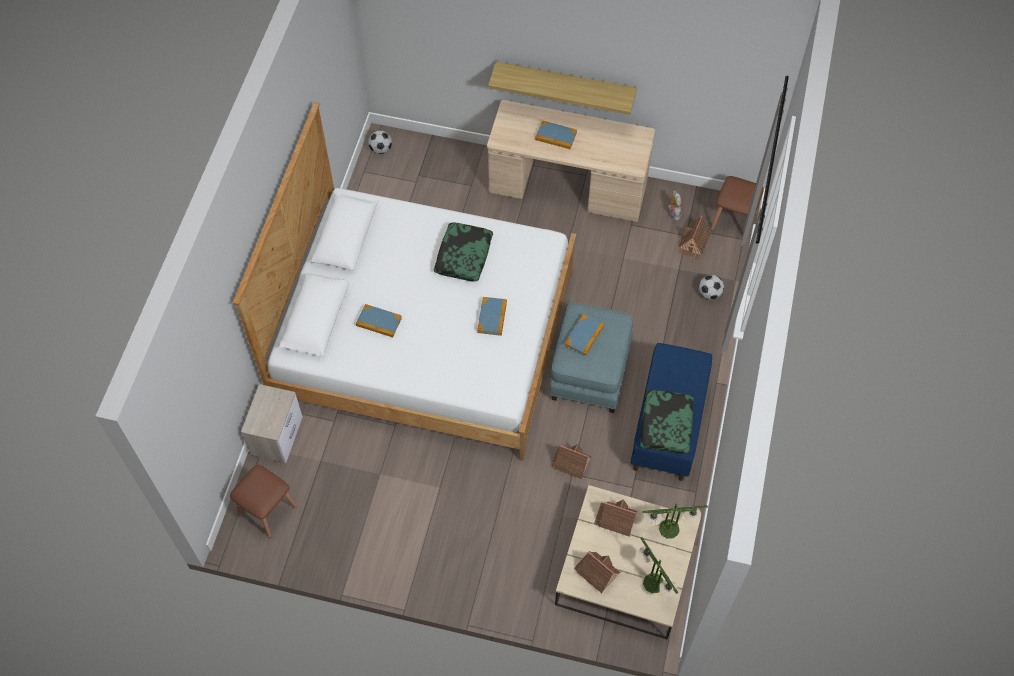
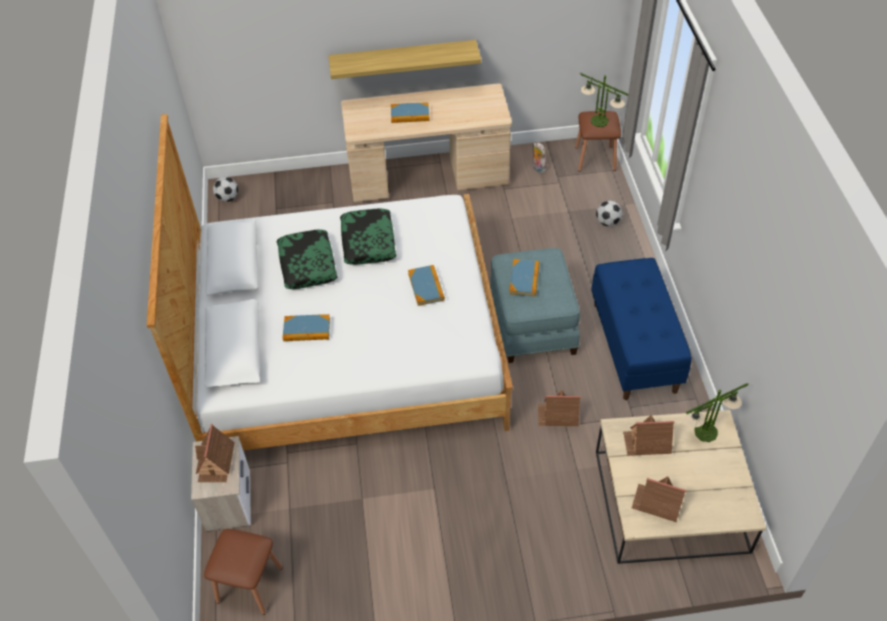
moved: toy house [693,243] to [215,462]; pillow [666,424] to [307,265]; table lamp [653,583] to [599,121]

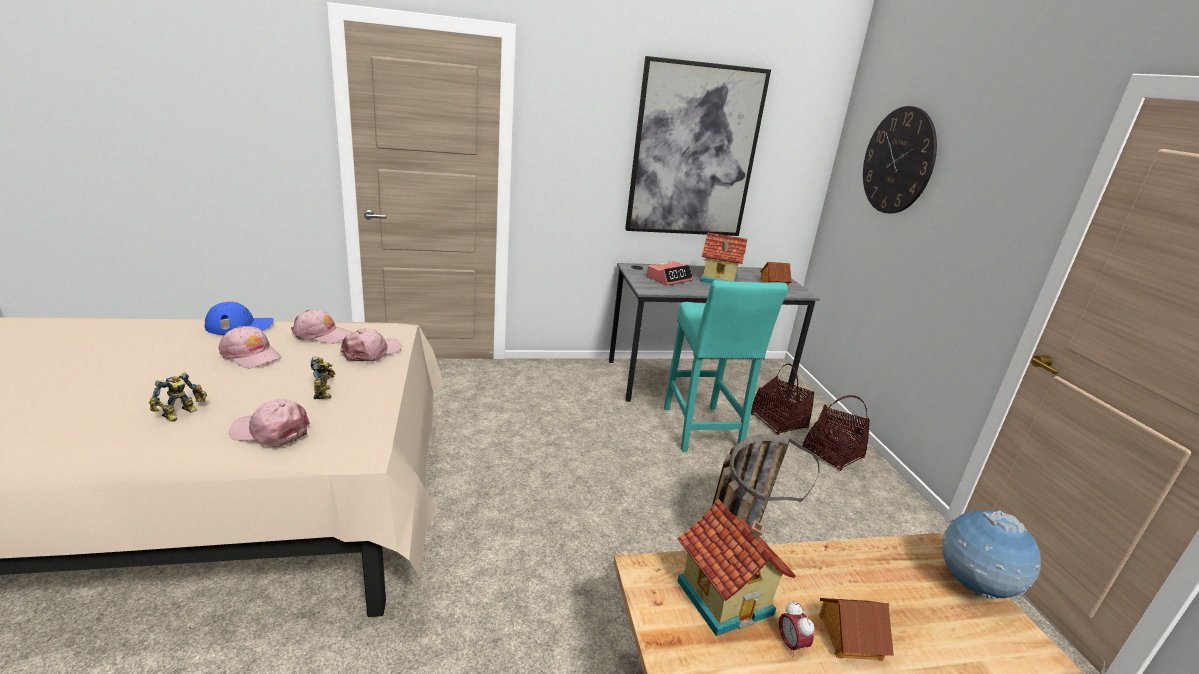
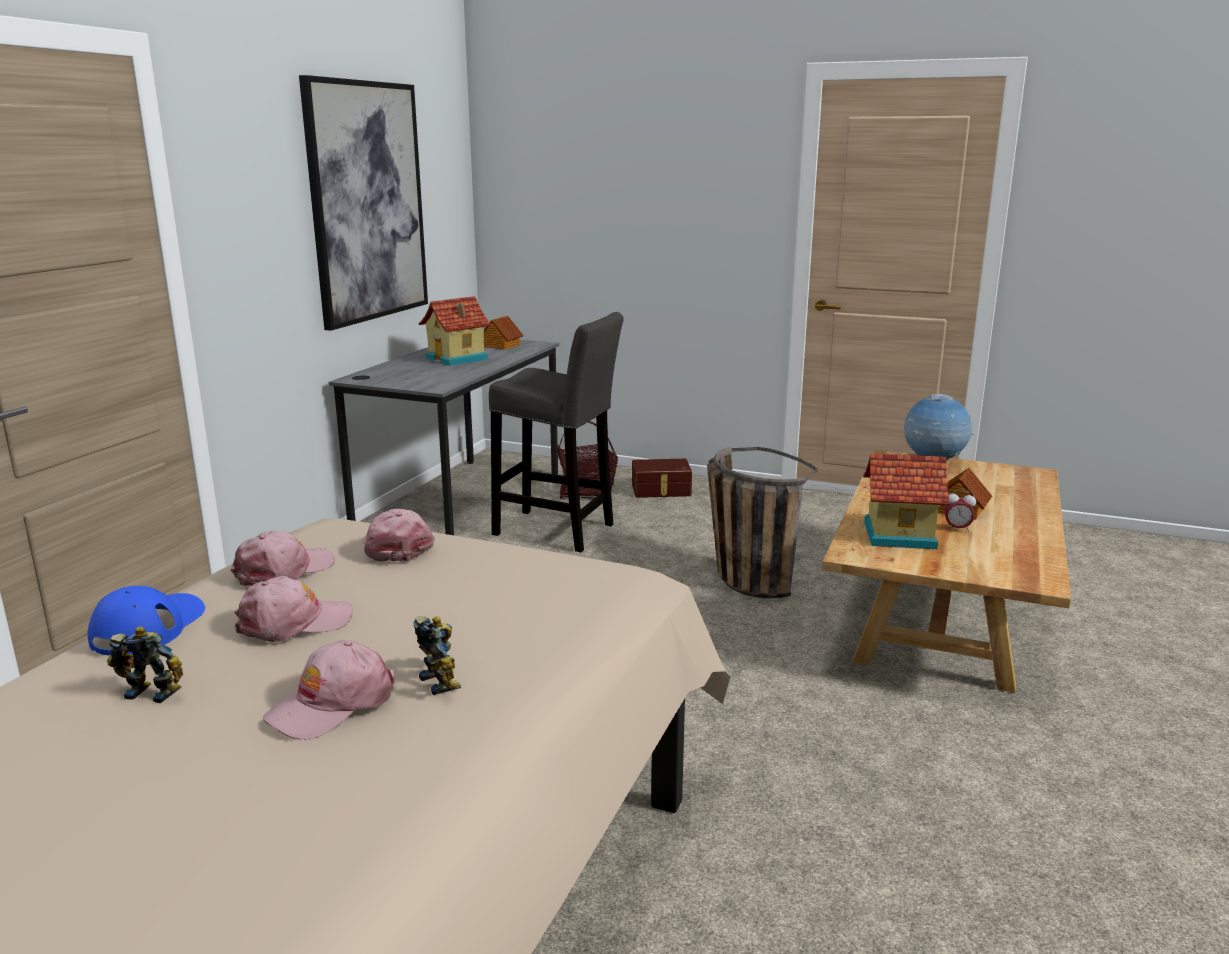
removed: wall clock [898,161]; alarm clock [669,279]
moved: toy robot [325,392] to [154,691]; cap (pink) [271,431] to [332,704]
replaced: basket [833,454] to storage box (brown) [661,490]
recoloured: stool (turquoise) [701,431] to stool (grey) [559,531]

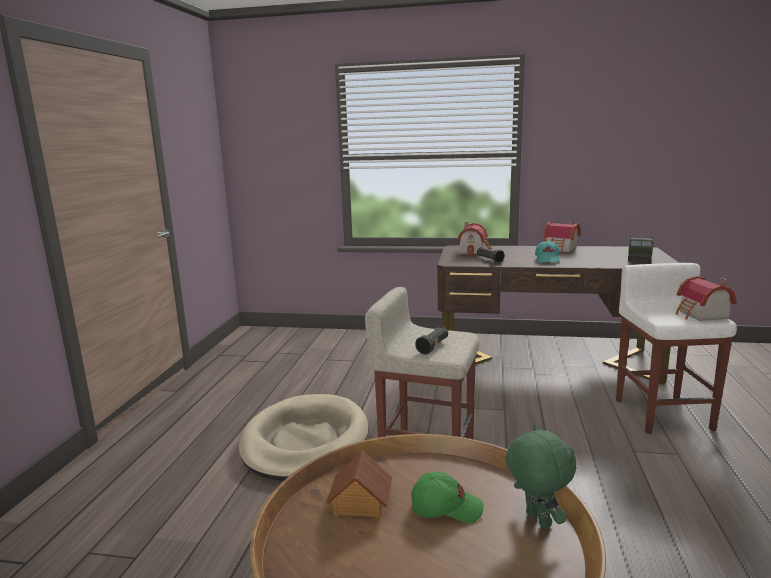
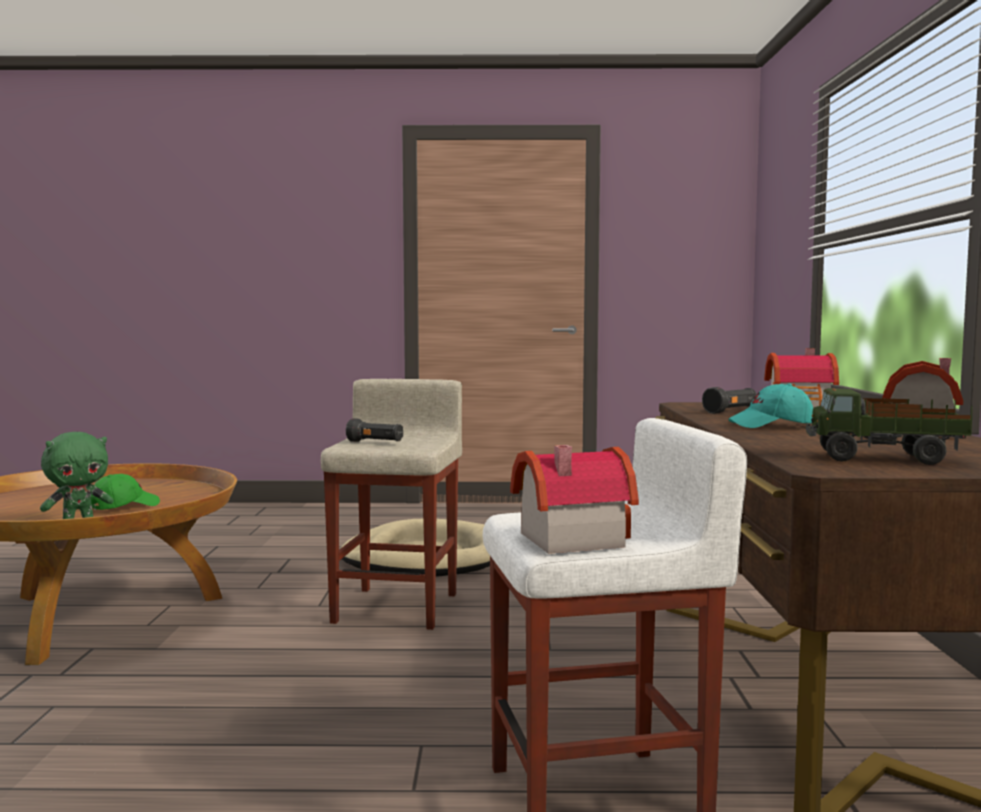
removed: toy house [360,503]
turned: cap (green) [446,508] = [124,506] 135 degrees counterclockwise

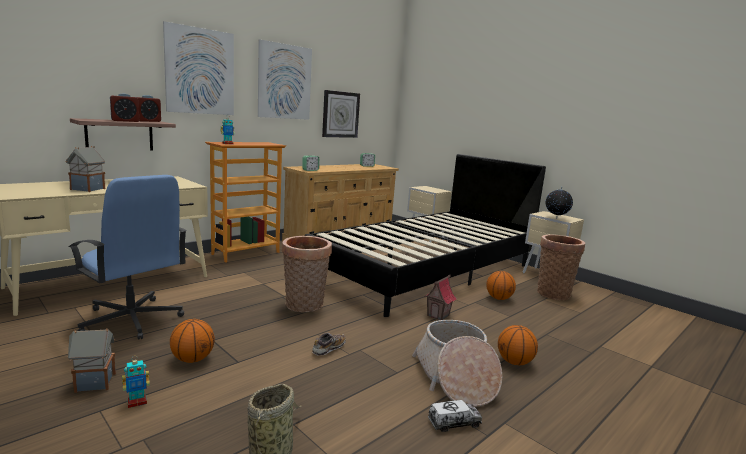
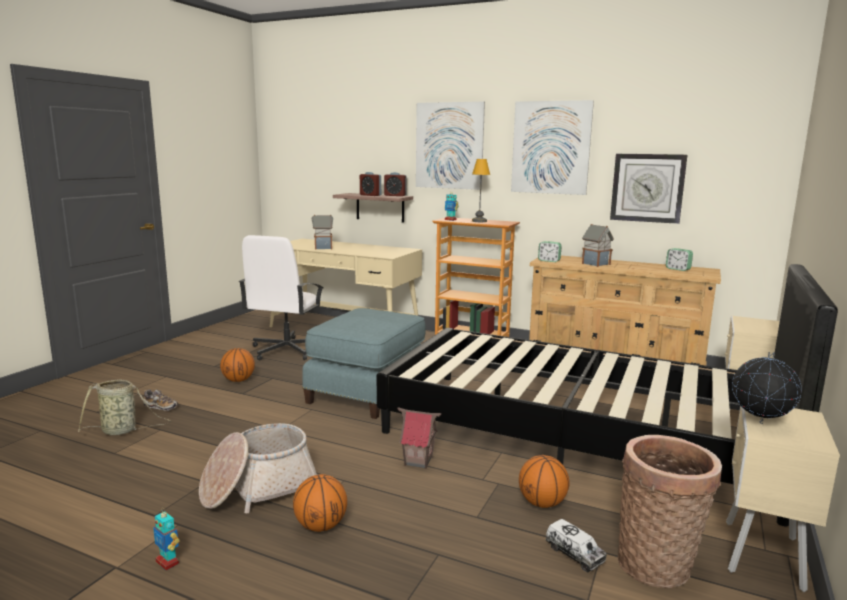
added: table lamp [479,221]
moved: toy house [94,383] to [595,264]; shoe [328,349] to [161,407]; toy robot [137,402] to [168,562]; toy truck [454,423] to [574,554]
replaced: basket [304,306] to ottoman (blue) [368,392]
recoloured: office chair (blue) [131,320] to office chair (white) [286,350]

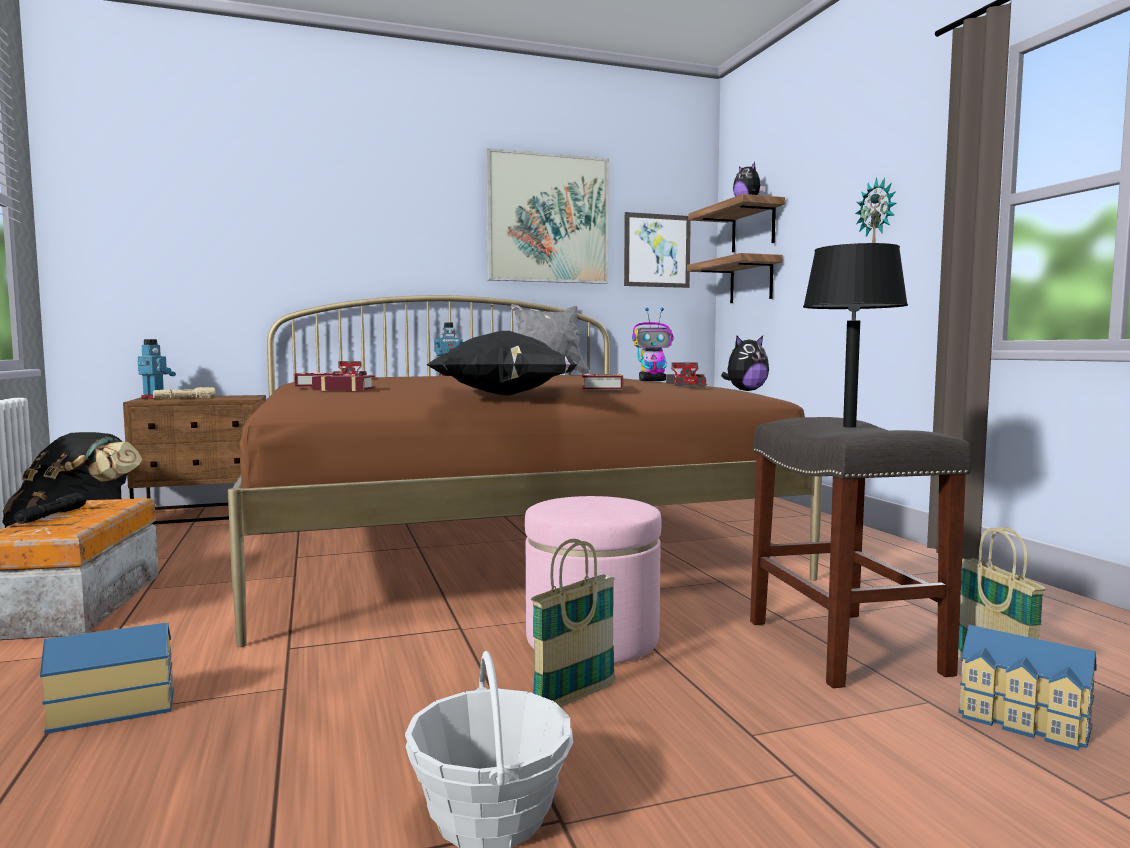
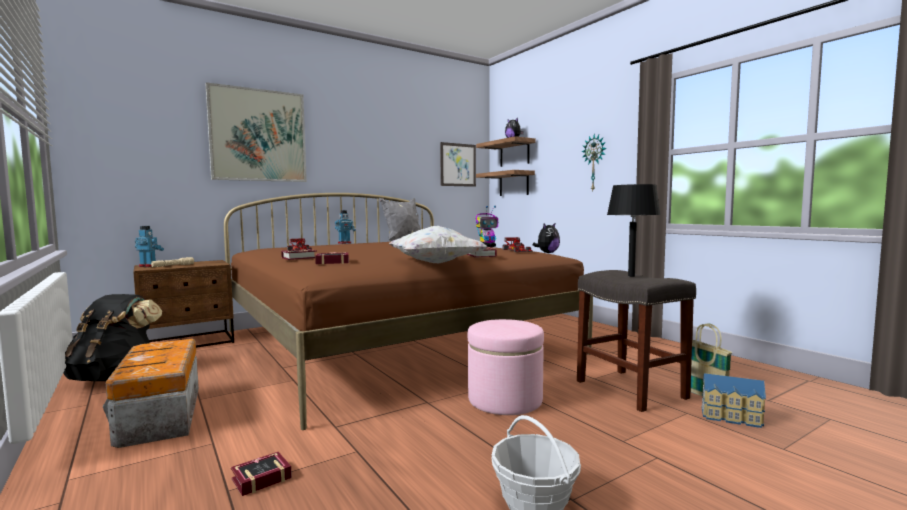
removed: flashlight (black) [51,516]; basket [575,697]
moved: picture [548,219] to [258,135]
replaced: toy house [112,708] to book [258,479]
recoloured: pillow (black) [503,395] to pillow (white) [435,263]

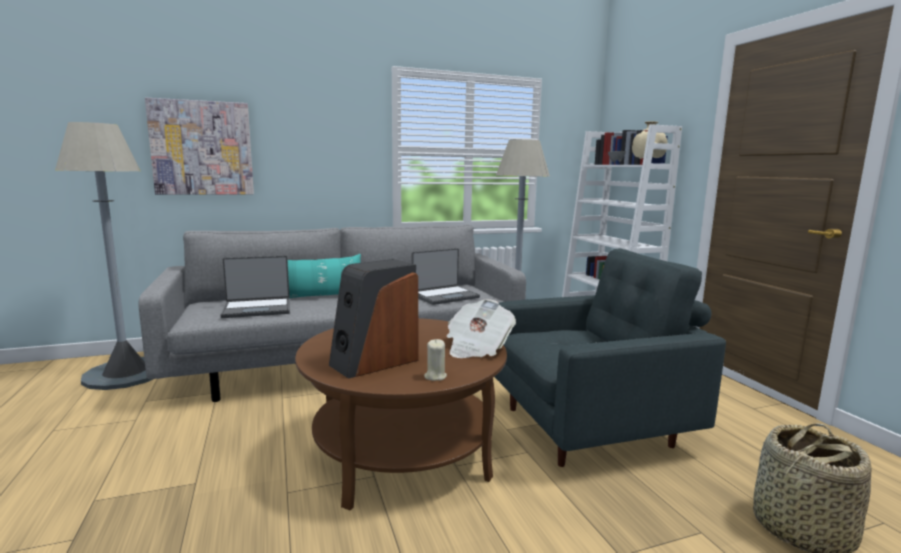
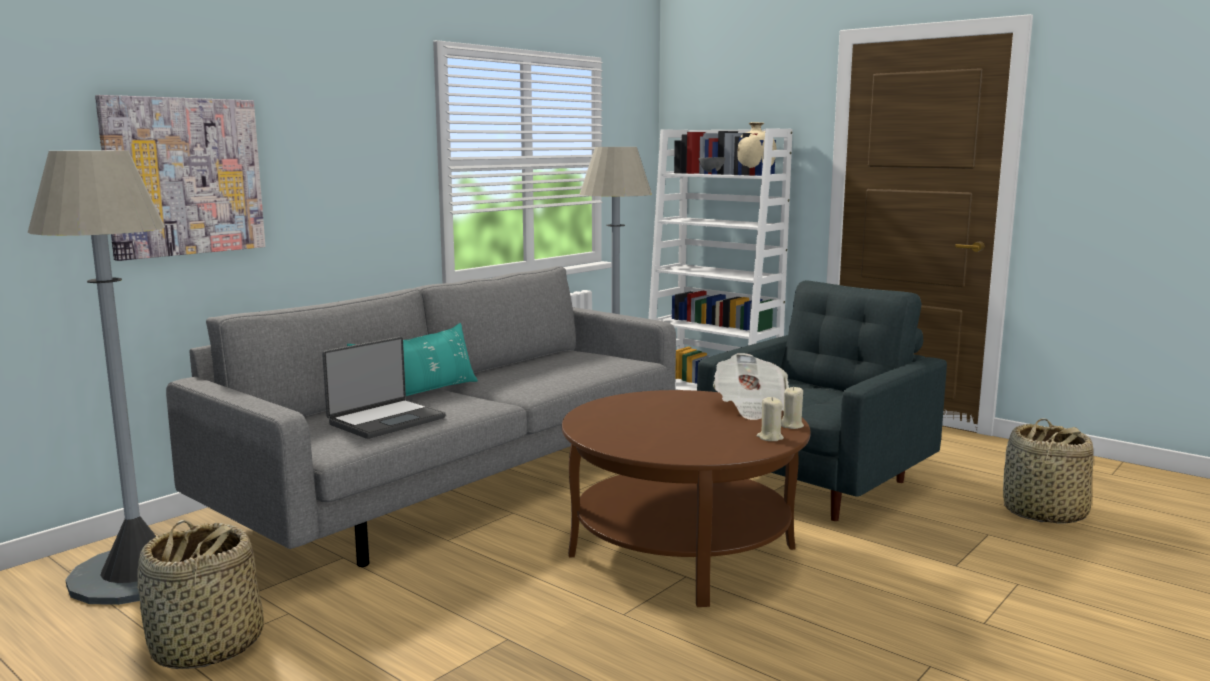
removed: laptop [444,296]; speaker [374,362]
added: candle (beige) [791,425]; basket [206,647]

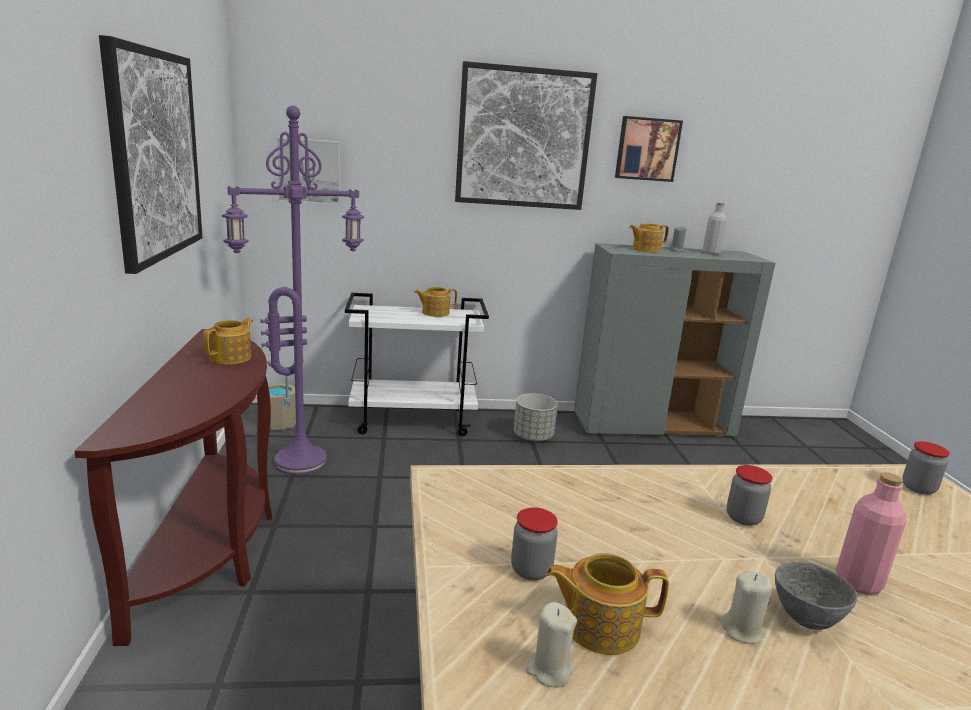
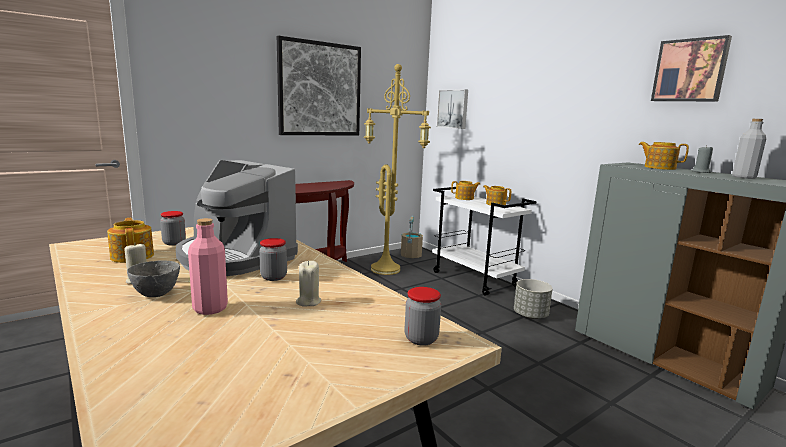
removed: picture [523,138]
added: coffee machine [234,257]
moved: teapot [231,357] to [465,198]; candle (beige) [549,670] to [308,301]
recoloured: floor lamp (purple) [302,460] to floor lamp (yellow) [387,269]

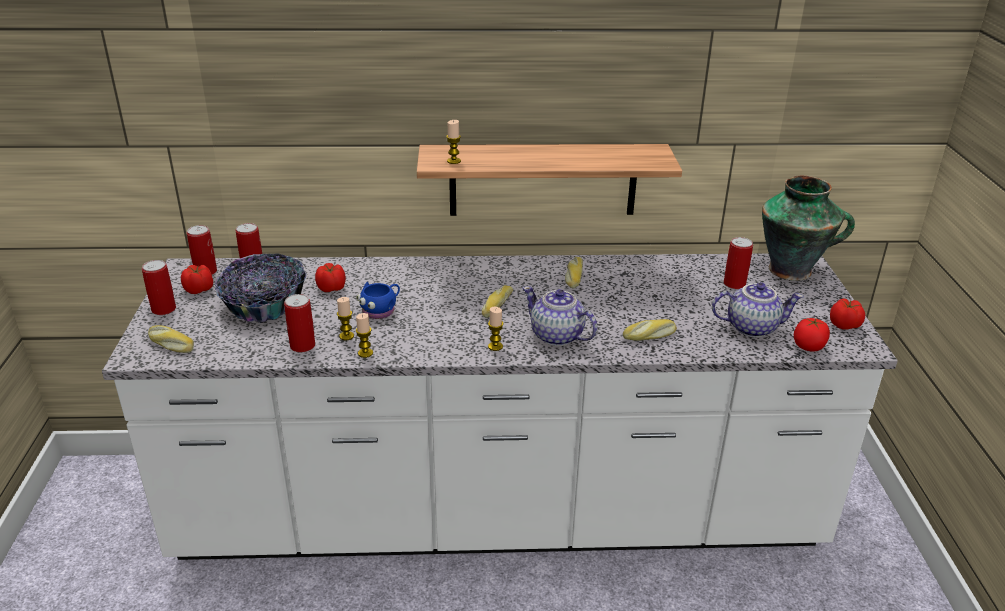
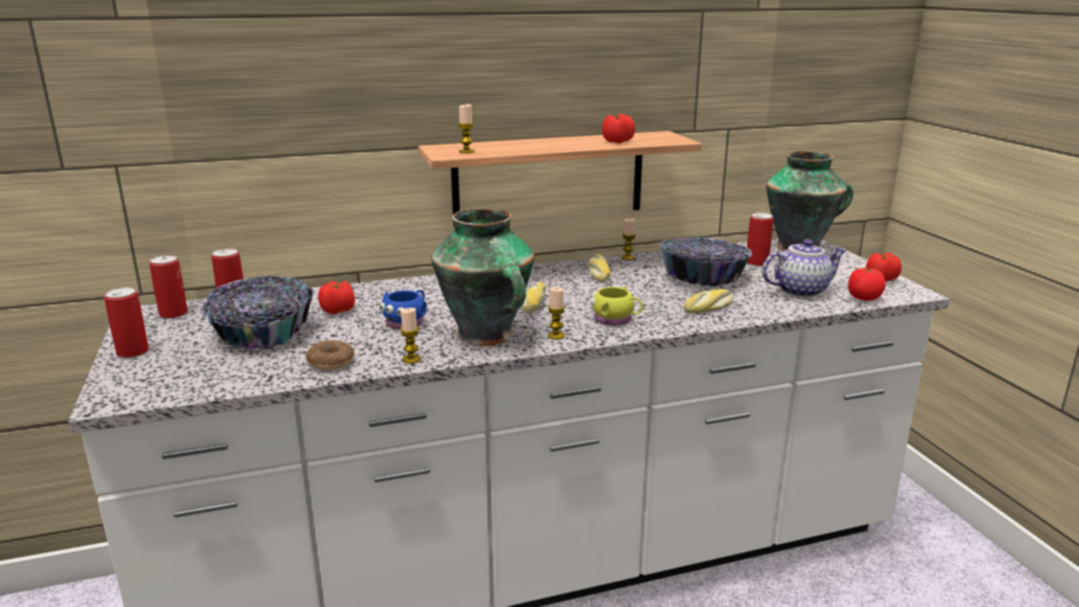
removed: bread [170,345]
added: vase [486,336]; bowl [703,277]
moved: tomato [199,290] to [618,141]; candle [346,336] to [627,257]
replaced: teapot [557,336] to mug (yellow) [616,319]; can [302,346] to donut [330,362]

